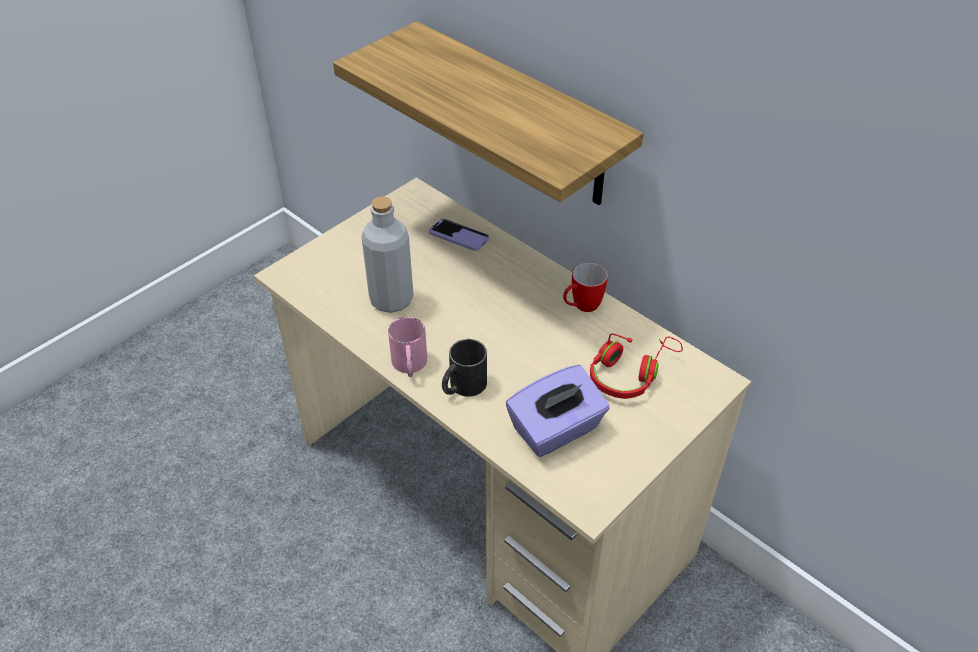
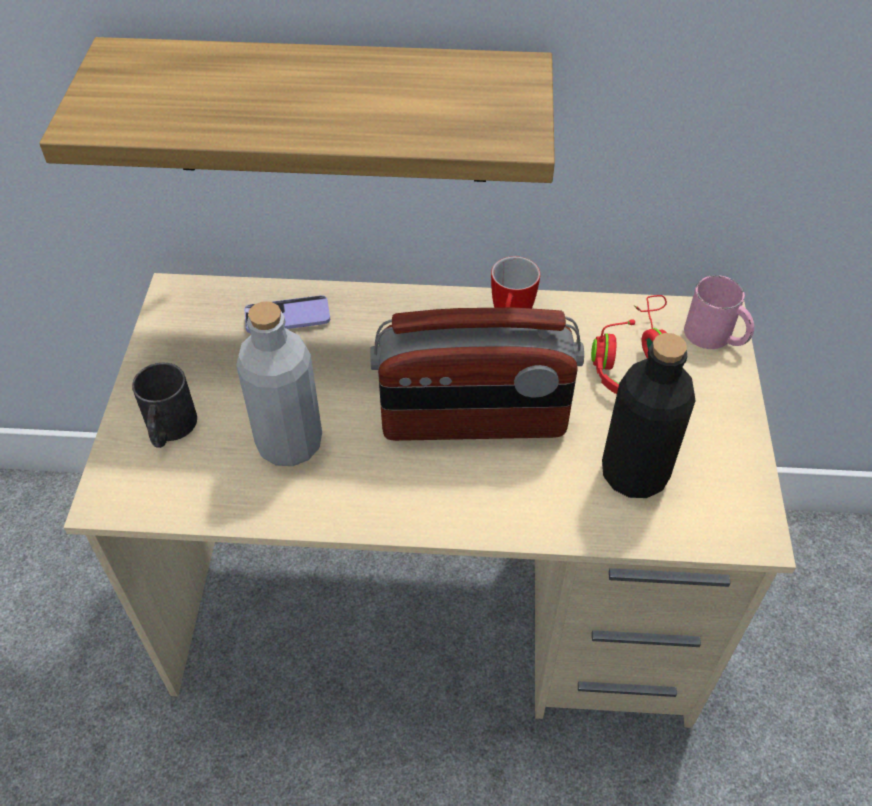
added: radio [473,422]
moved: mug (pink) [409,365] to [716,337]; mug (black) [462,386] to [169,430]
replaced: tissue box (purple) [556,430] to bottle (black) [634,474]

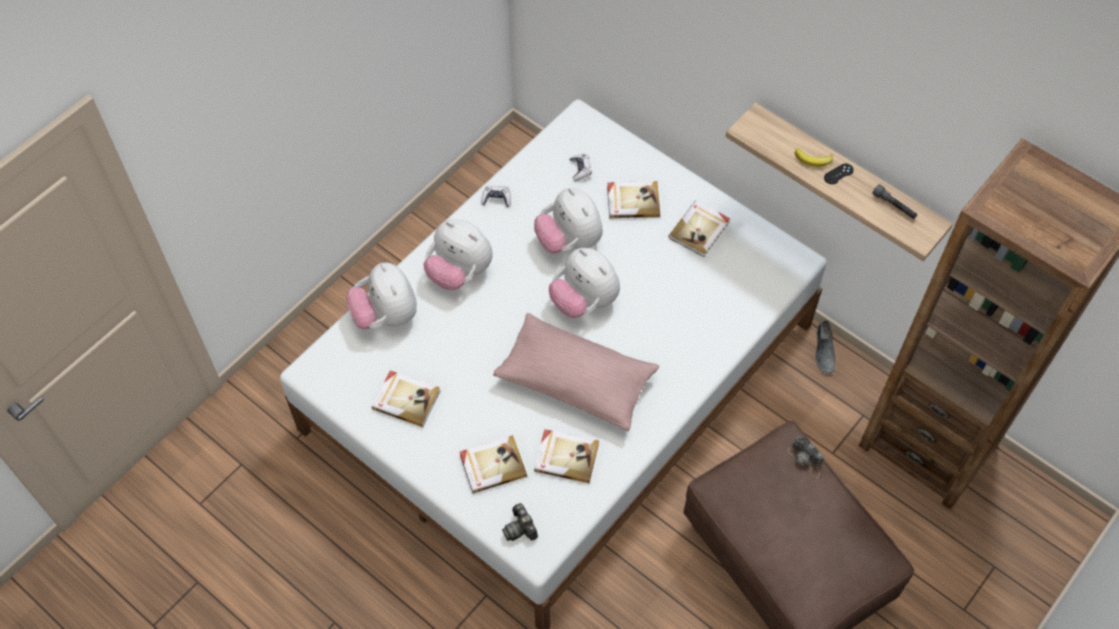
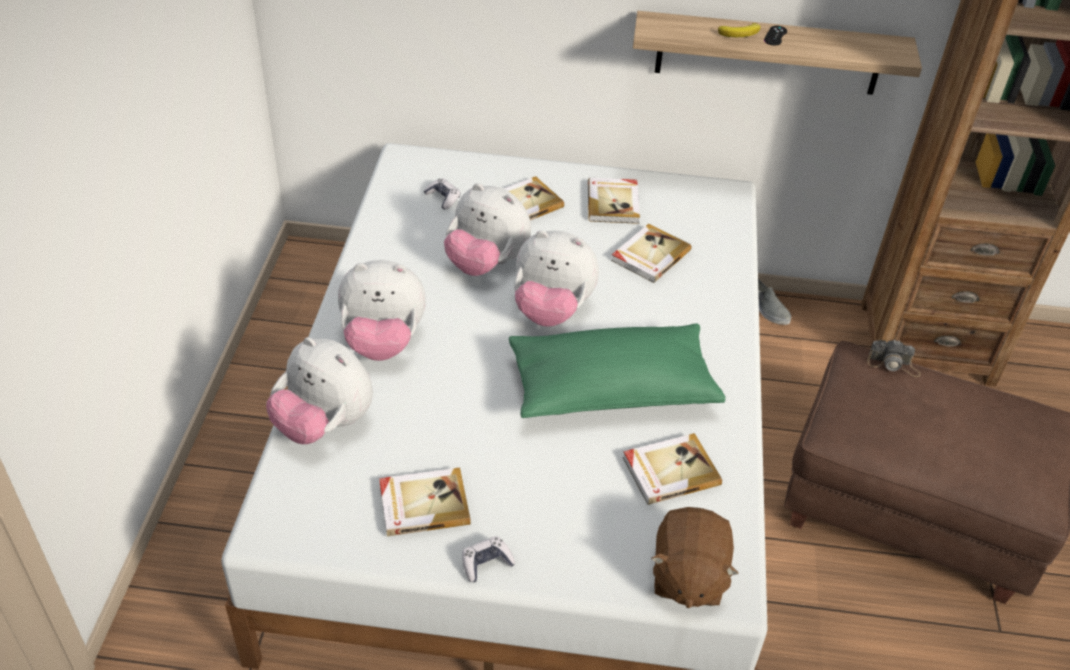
removed: flashlight (grey) [894,206]
moved: game controller [496,199] to [486,563]; book [492,465] to [649,255]
replaced: photo camera [520,528] to plush toy (brown) [687,576]
recoloured: pillow (pink) [576,381] to pillow (green) [611,389]

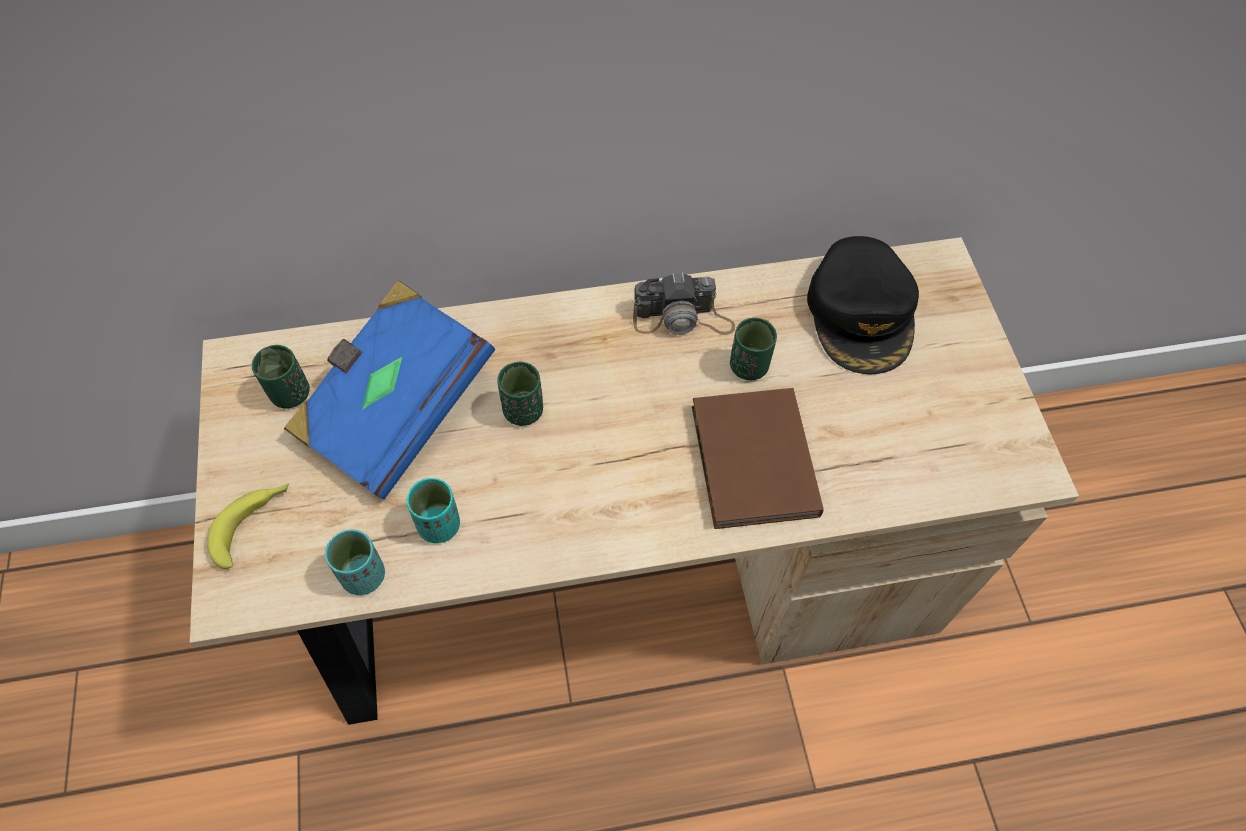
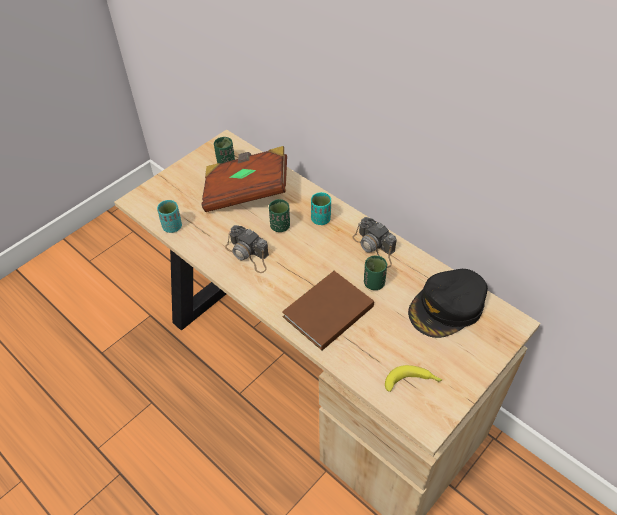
added: photo camera [248,254]
moved: cup (turquoise) [439,525] to [321,219]; banana [253,524] to [412,382]
recoloured: book (blue) [396,408] to book (brown) [246,192]

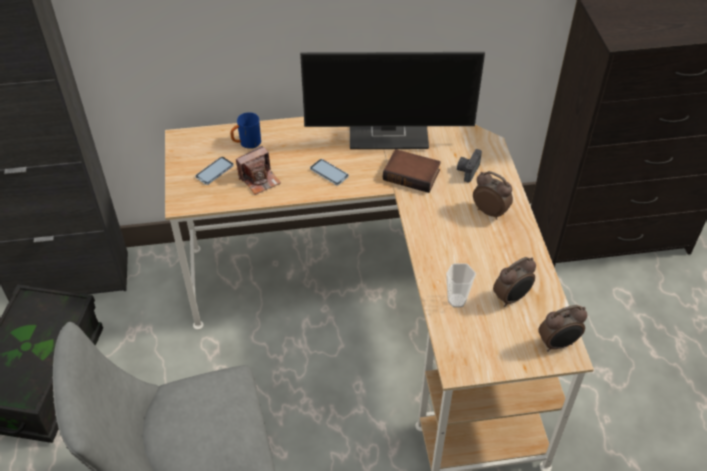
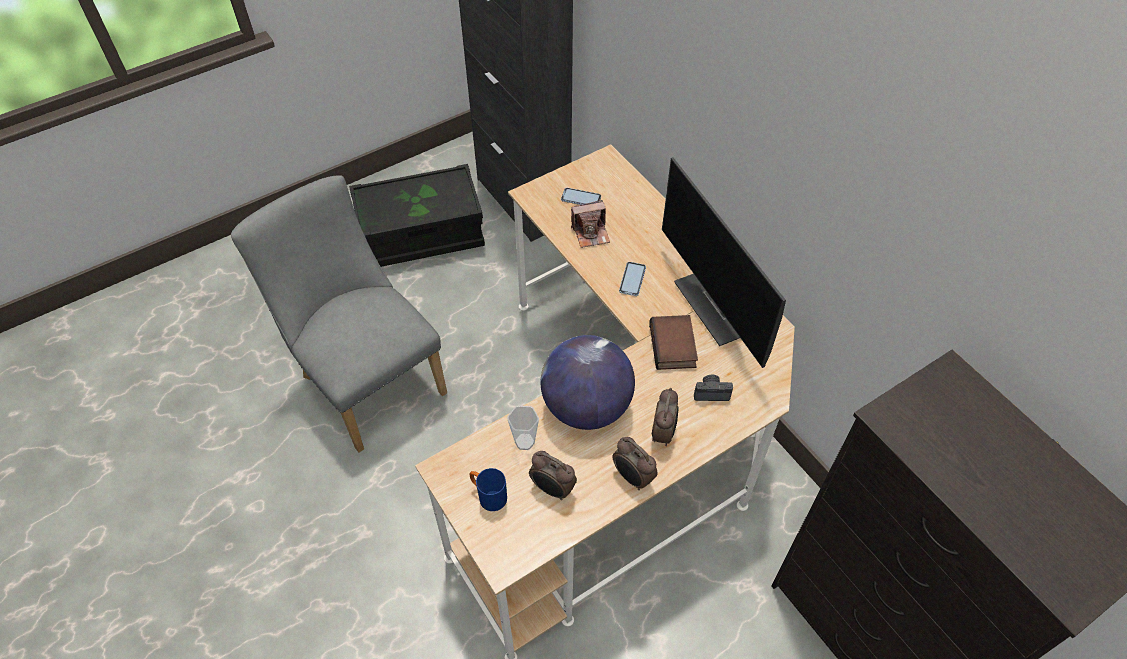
added: globe [586,407]
moved: mug (blue) [246,143] to [488,496]; alarm clock [558,344] to [632,477]
turned: photo camera [259,179] = [591,233] 45 degrees counterclockwise

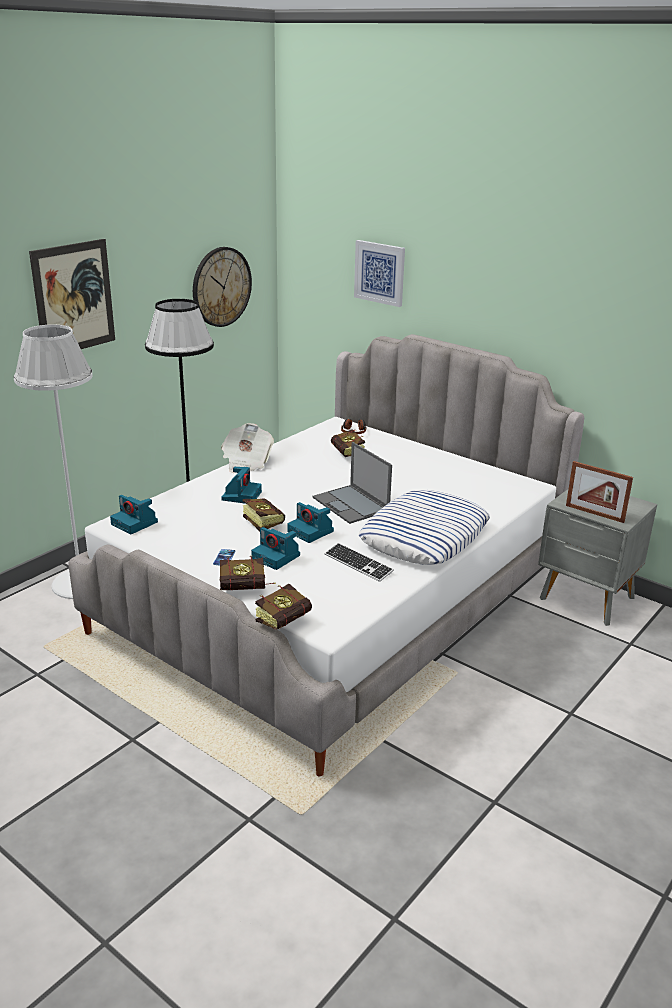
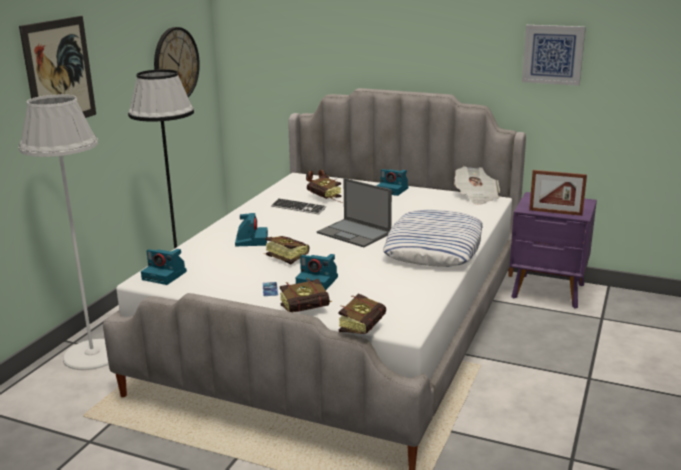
moved: picture [380,273] to [553,54]; newspaper [246,462] to [476,196]; photo camera [311,531] to [393,190]; keyboard [358,564] to [298,208]
recoloured: nightstand (grey) [587,599] to nightstand (purple) [549,292]

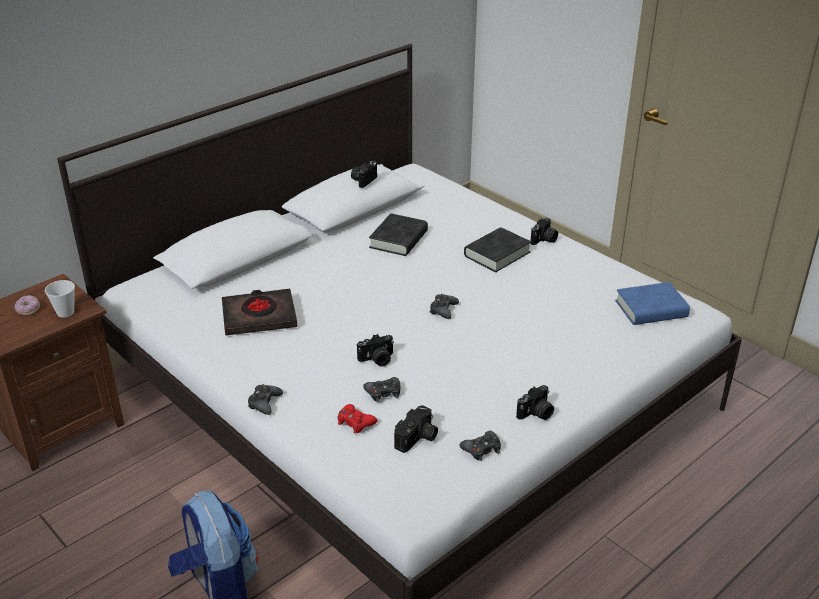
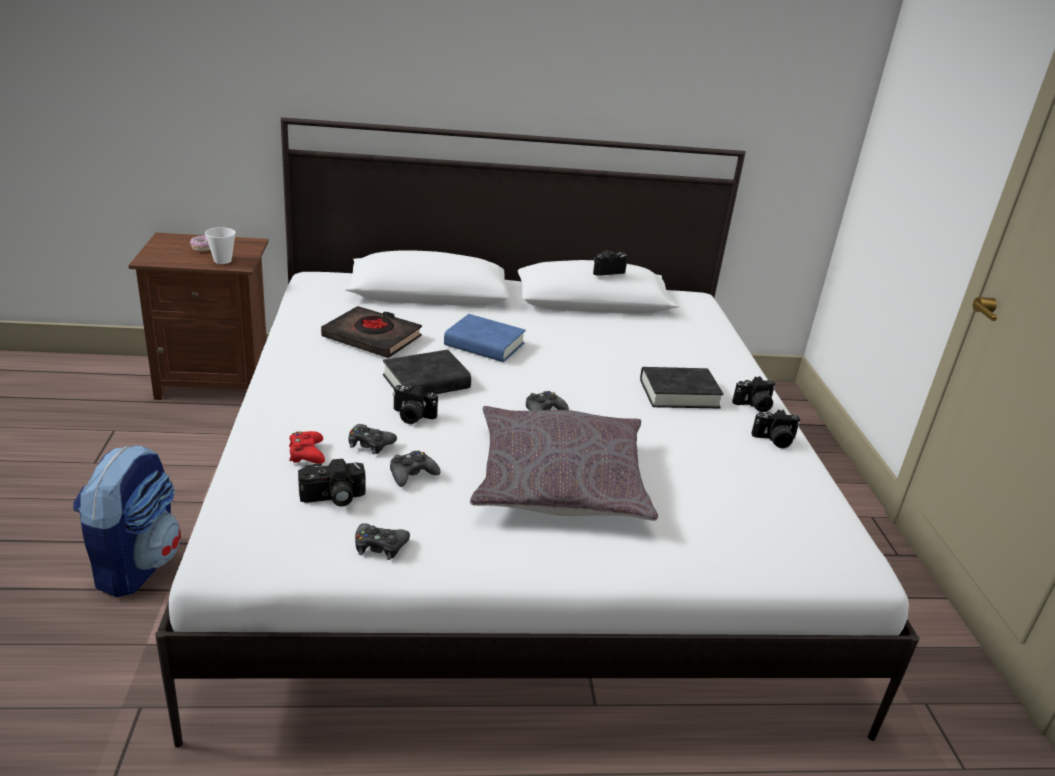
added: pillow (grey) [560,480]
moved: book (black) [398,239] to [426,382]; book (blue) [651,309] to [484,345]; game controller (black) [264,403] to [412,474]; photo camera [536,414] to [774,440]

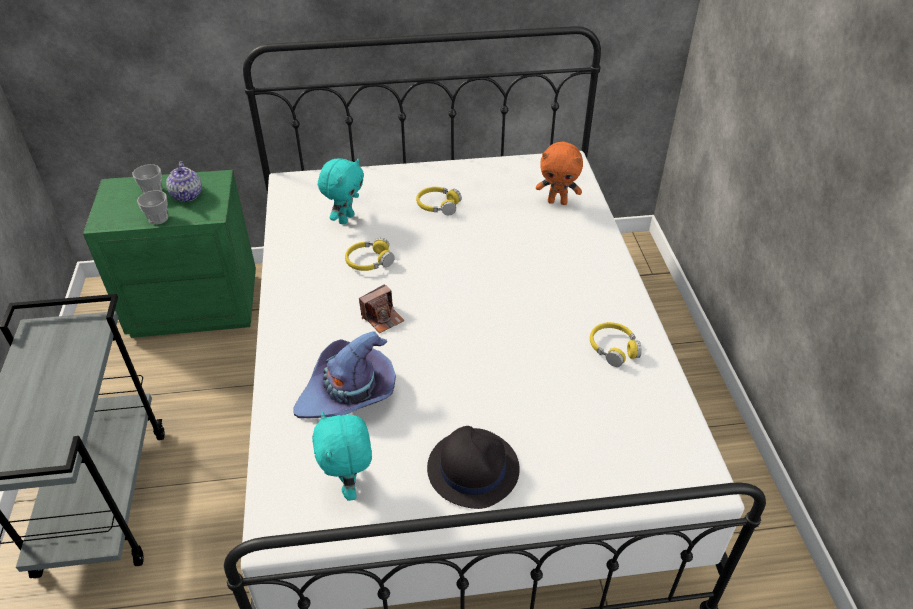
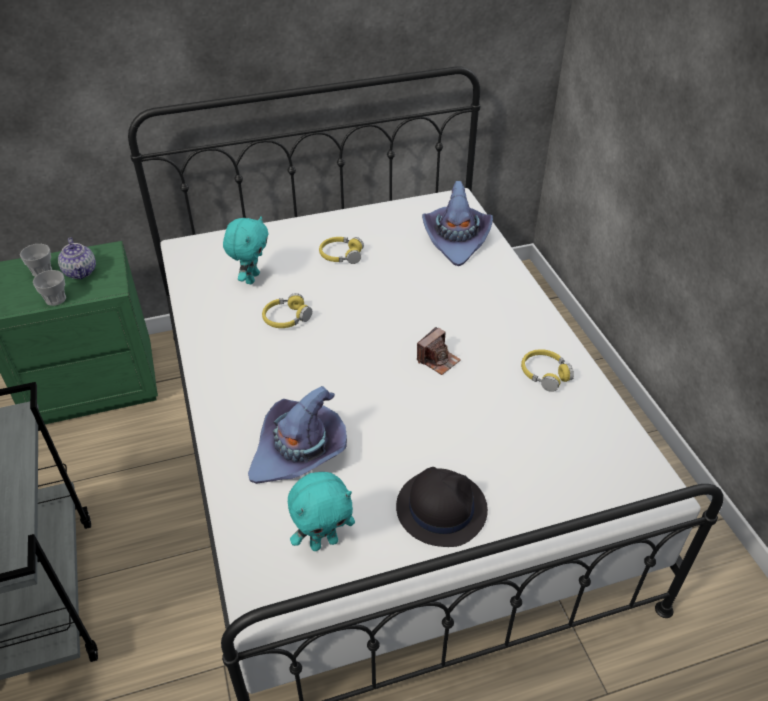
moved: photo camera [382,318] to [438,360]
replaced: plush toy (orange) [557,202] to hat (purple) [456,239]
turned: plush toy (turquoise) [349,484] = [324,542] 90 degrees counterclockwise

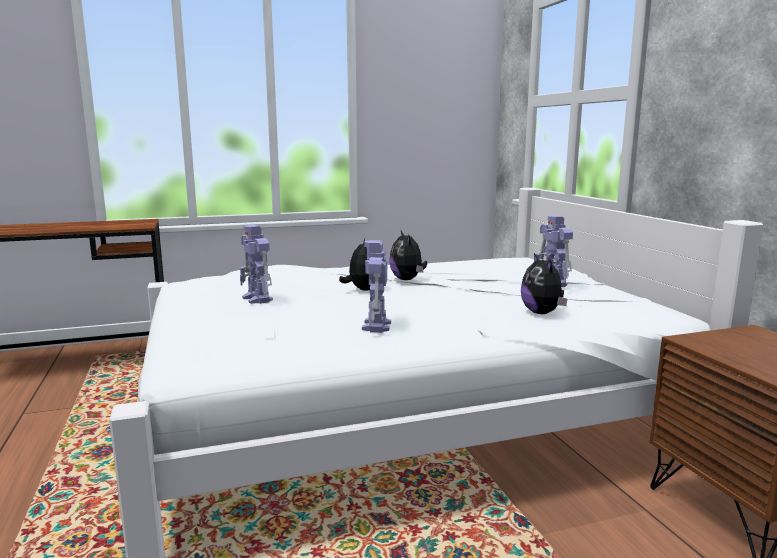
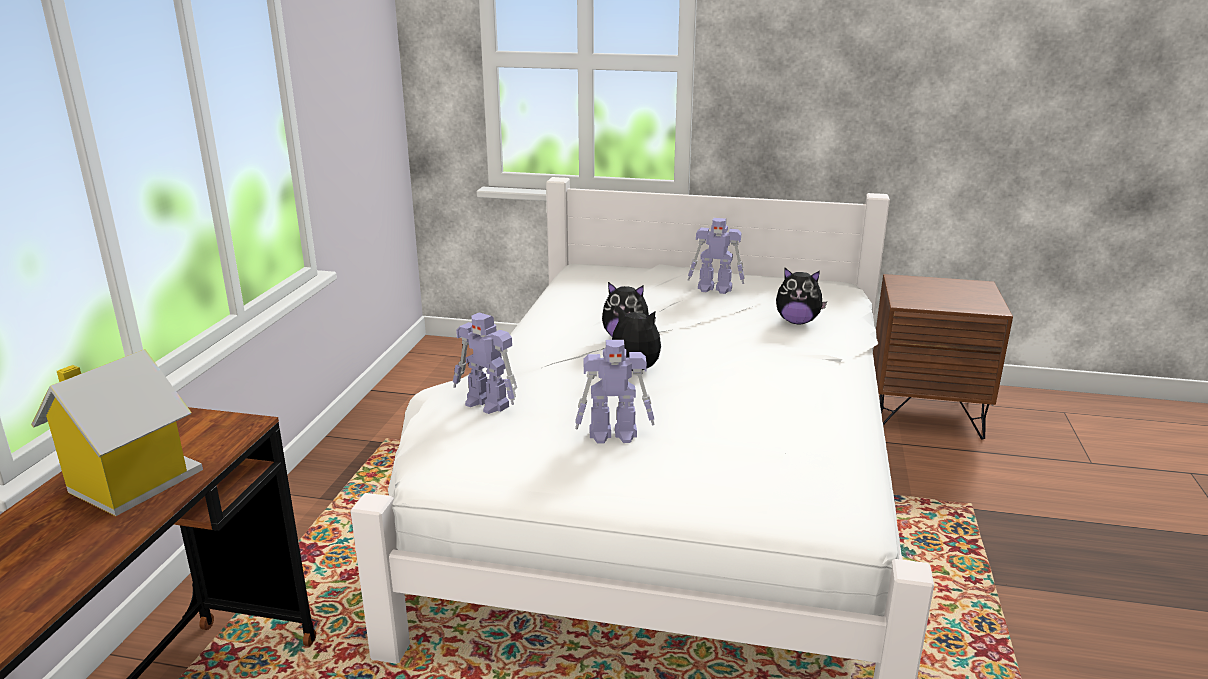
added: toy house [130,483]
moved: toy robot [376,326] to [488,404]

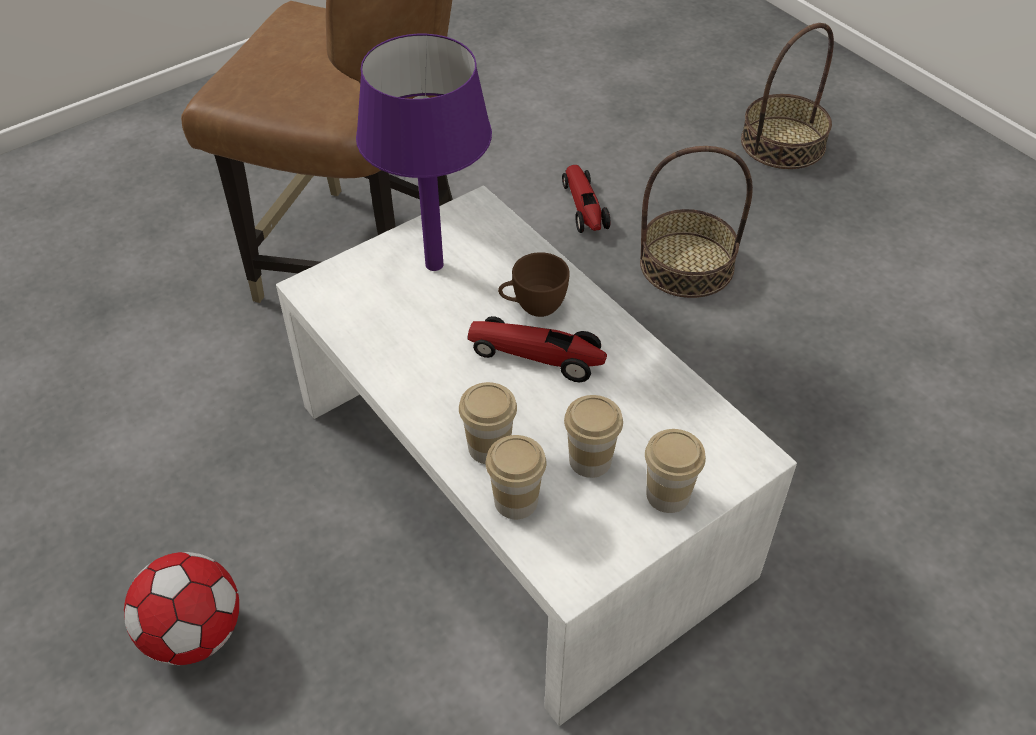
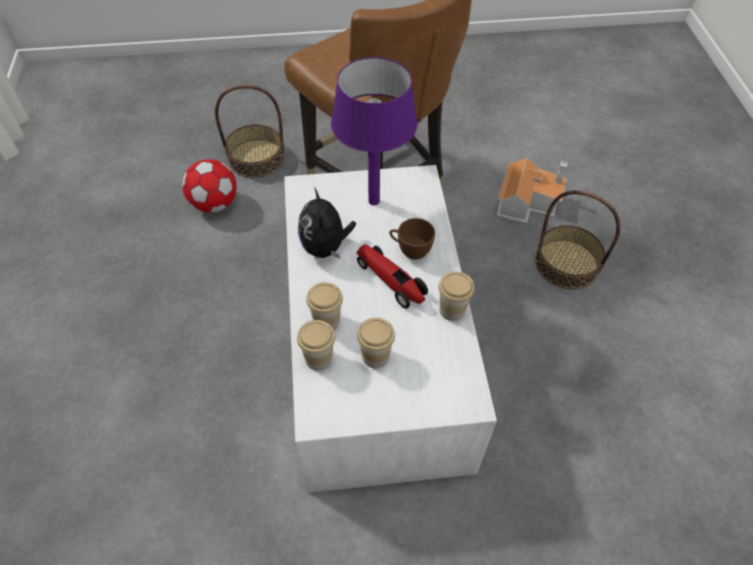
added: plush toy [325,247]
moved: basket [783,143] to [256,158]; cup [668,494] to [452,310]; football [194,634] to [214,204]
replaced: toy car [584,207] to toy house [527,201]

